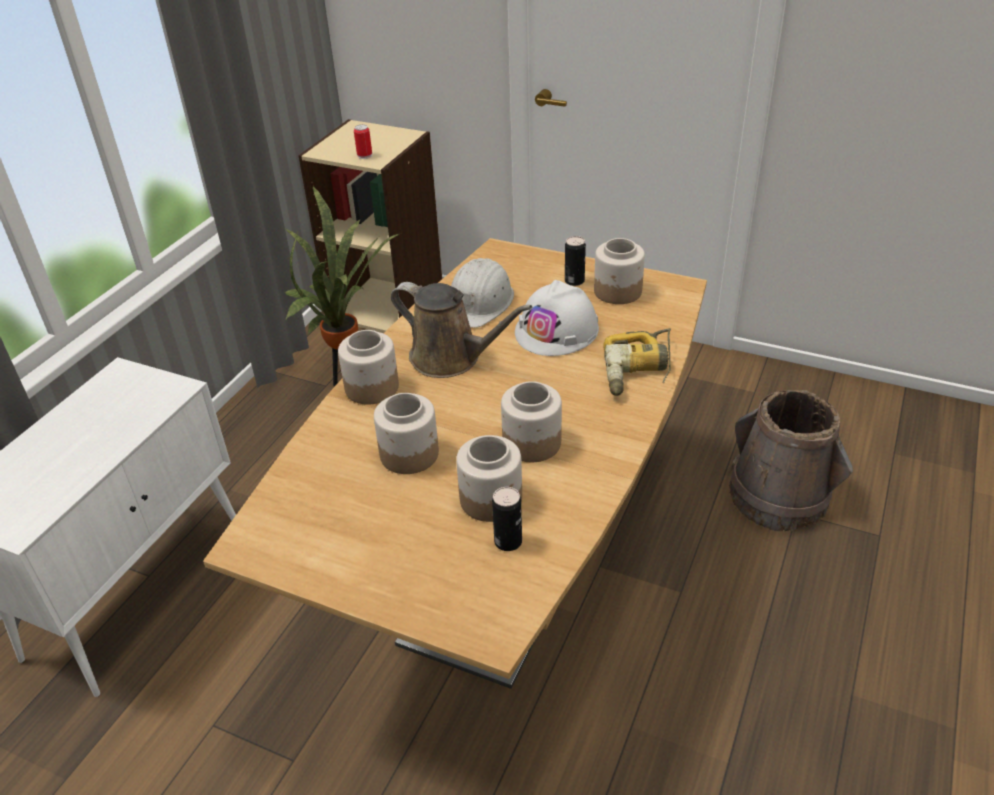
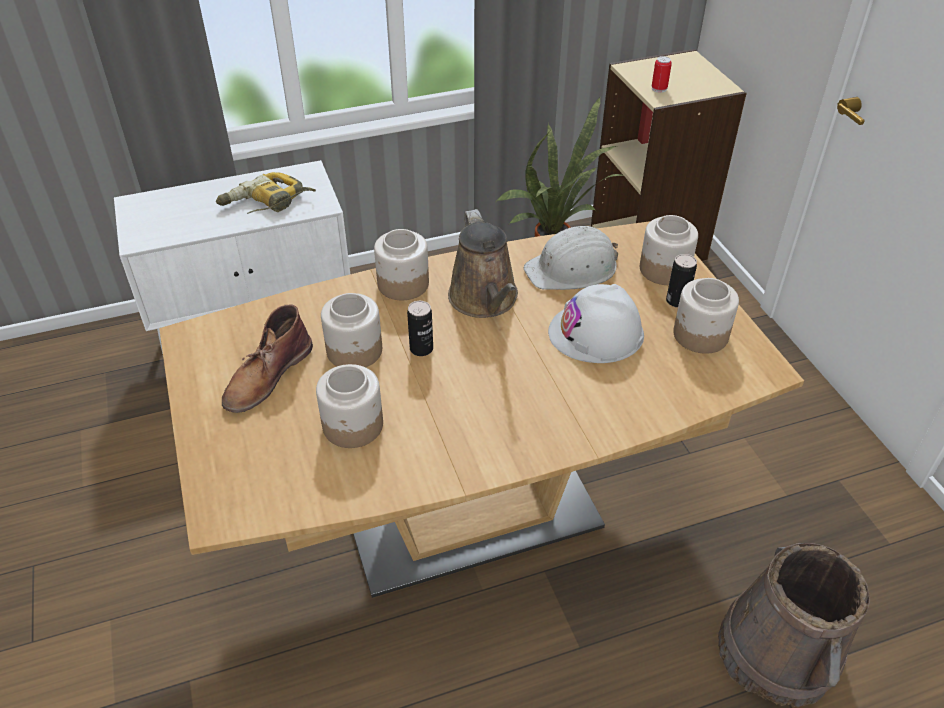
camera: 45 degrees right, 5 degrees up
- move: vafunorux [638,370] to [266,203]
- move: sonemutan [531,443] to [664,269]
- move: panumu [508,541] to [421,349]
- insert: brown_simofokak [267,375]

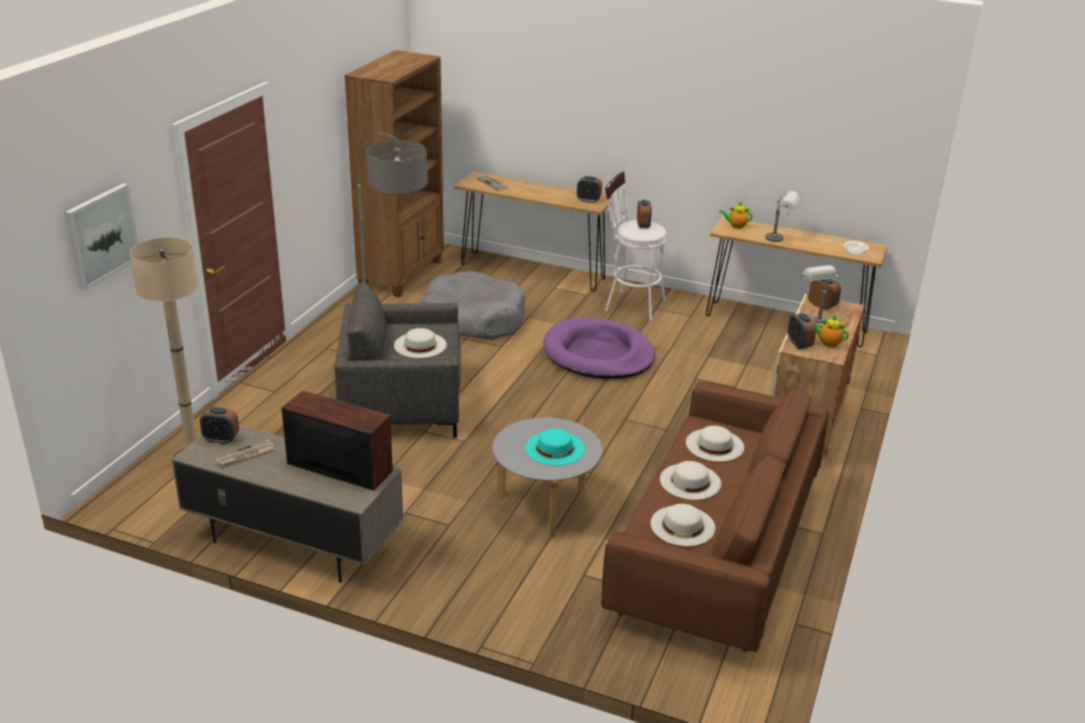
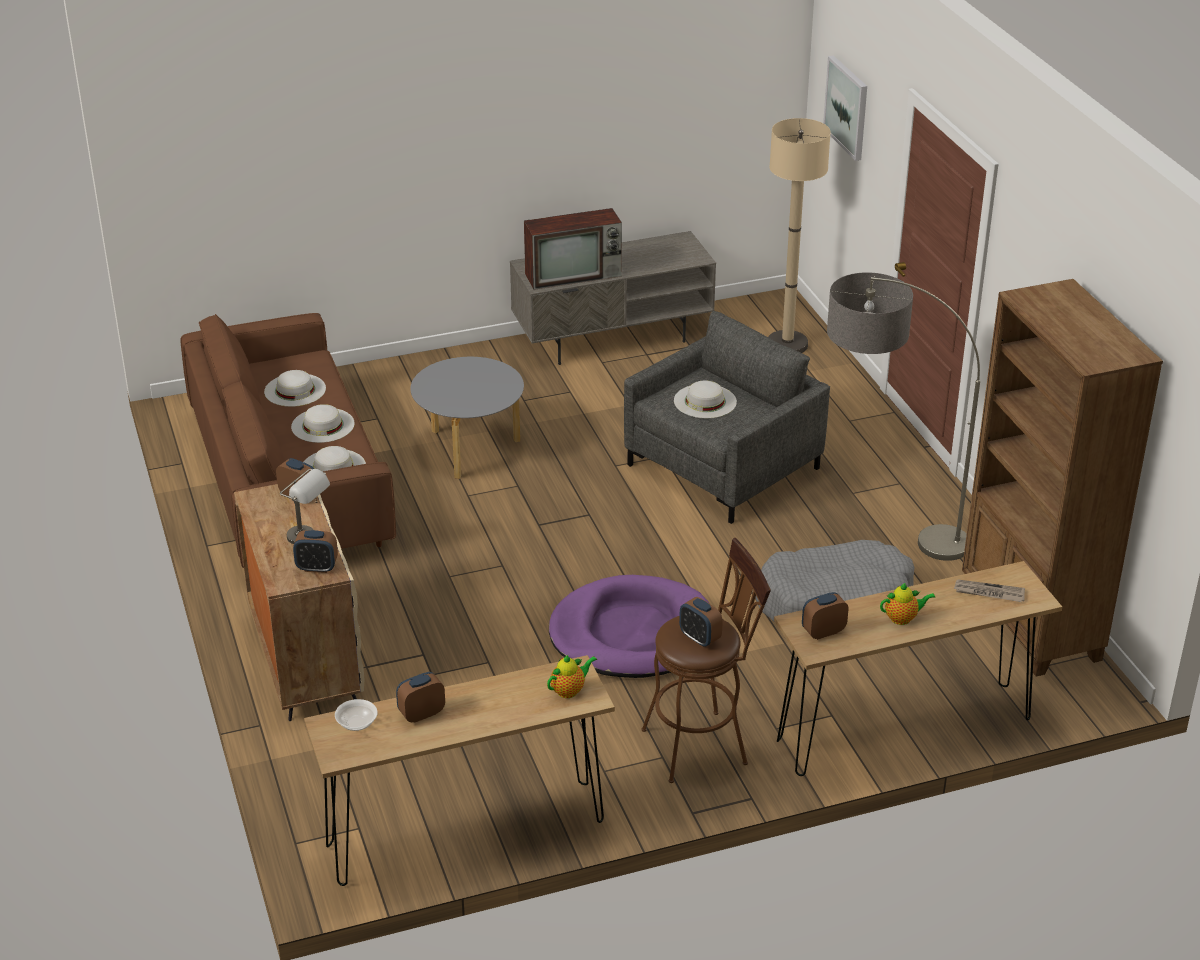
camera: 140 degrees right, 5 degrees up
- recolor: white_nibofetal [630,304] to brown_nibofetal [703,744]
- delete: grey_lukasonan [780,239]
- move: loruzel [827,343] to [903,618]
- move: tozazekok [221,439] to [421,713]
- delete: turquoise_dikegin [555,448]
- delete: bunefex [245,455]

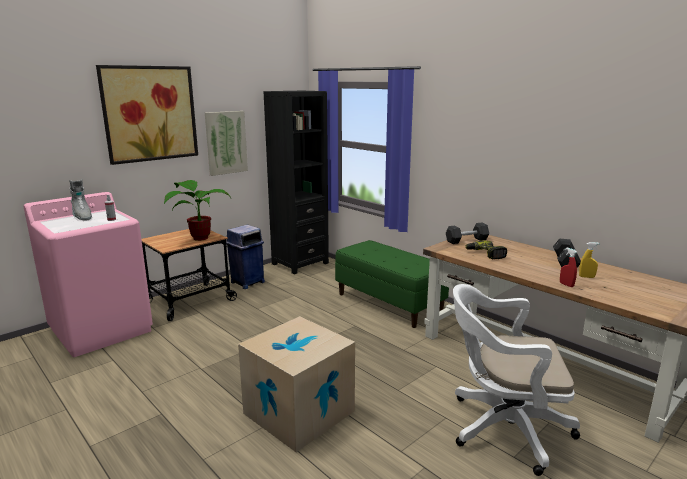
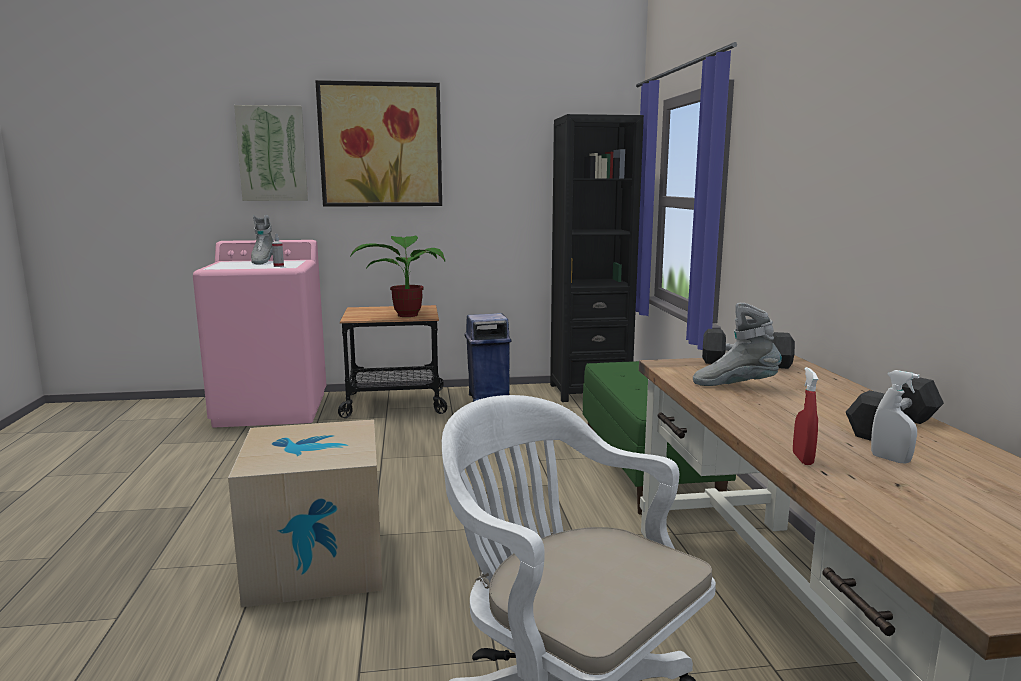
camera: 35 degrees right, 5 degrees down
- move: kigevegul [226,142] to [272,154]
- replace: vafunorux [485,254] to grey_simofokak [734,385]
- recolor: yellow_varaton [586,277] to white_varaton [890,459]

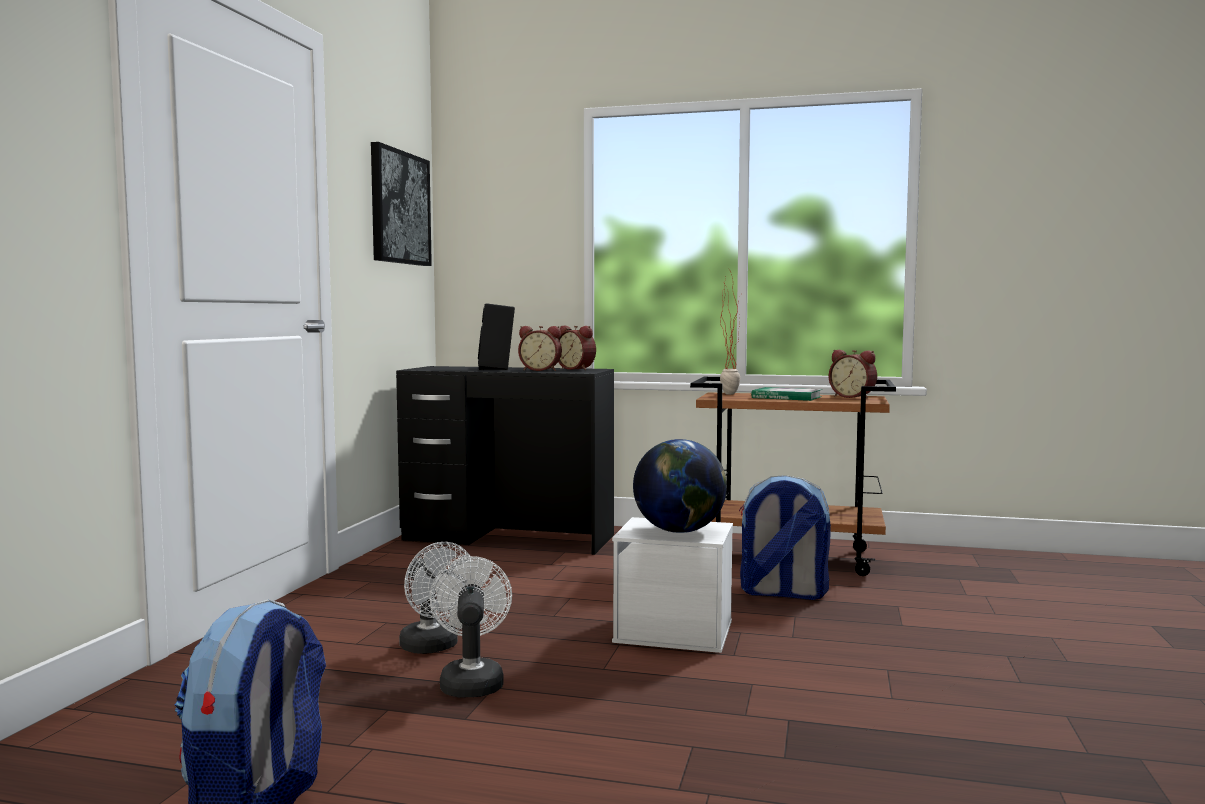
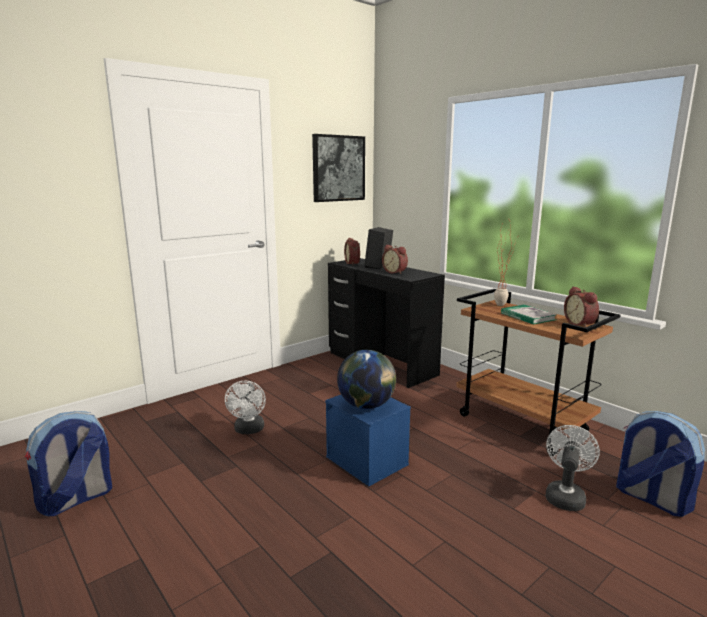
camera: 35 degrees right, 10 degrees up
- move: tozazekok [577,369] to [353,263]
- move: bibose [782,593] to [650,498]
- recolor: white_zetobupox [675,631] to blue_zetobupox [368,461]
- move: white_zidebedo [471,681] to [565,495]

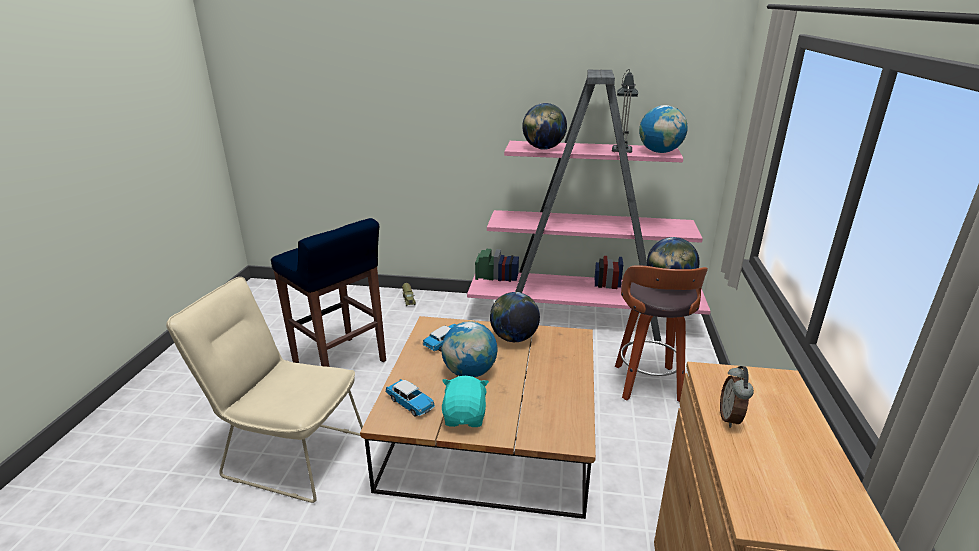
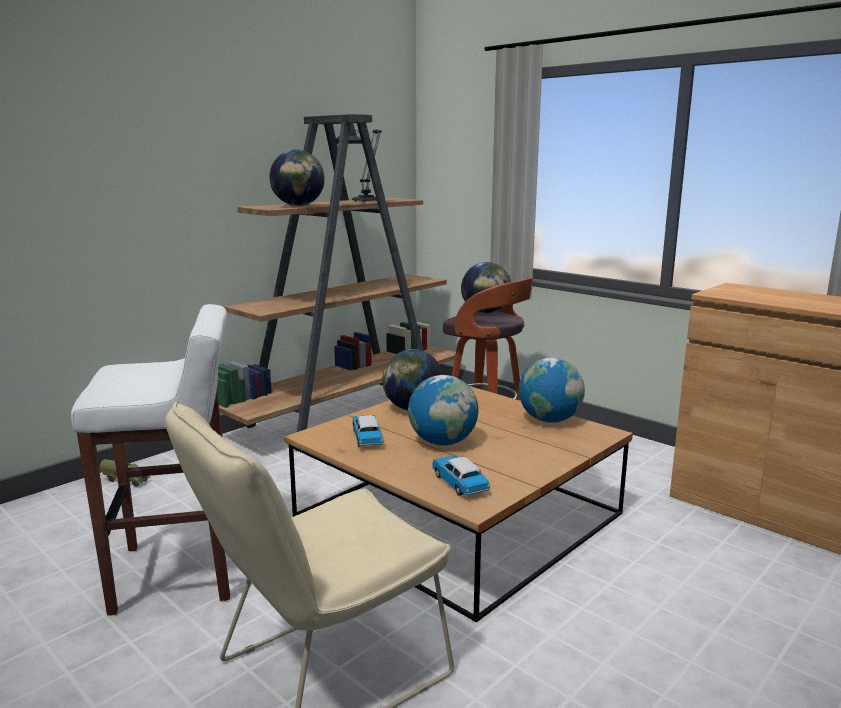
camera: 55 degrees left, 10 degrees down
- recolor: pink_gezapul [583,317] to brown_gezapul [348,412]
- move: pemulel [660,152] to [549,420]
- recolor: blue_nibofetal [340,364] to white_nibofetal [179,573]
- delete: tozazekok [731,418]
- delete: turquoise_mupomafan [465,417]
- rotate: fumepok [410,403] = [459,484] 105 degrees counterclockwise

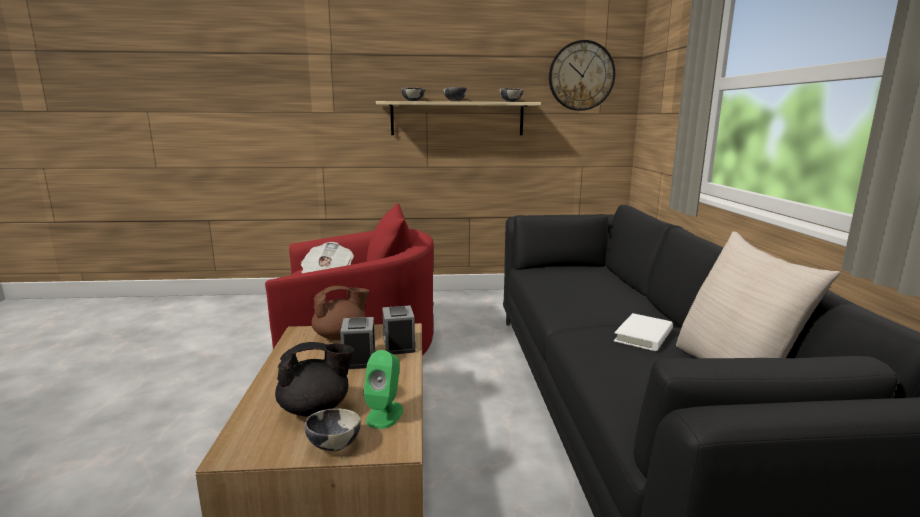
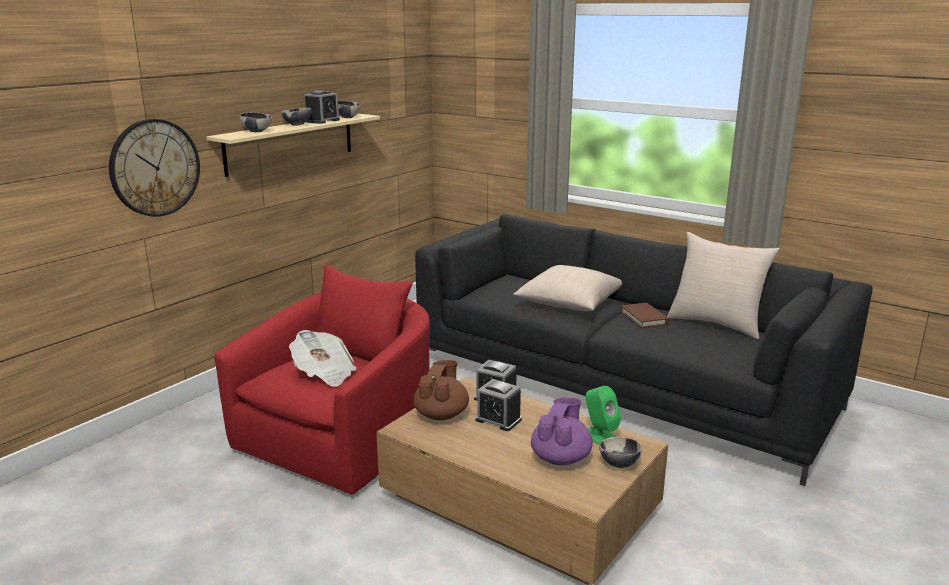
camera: 50 degrees left, 5 degrees up
- move: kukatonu [581,76] to [155,168]
- recolor: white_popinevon [643,336] to brown_popinevon [644,318]
- recolor: black_loruzel [316,409] to purple_loruzel [561,458]
- insert: tozazekok [322,121]
- insert: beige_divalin [569,303]

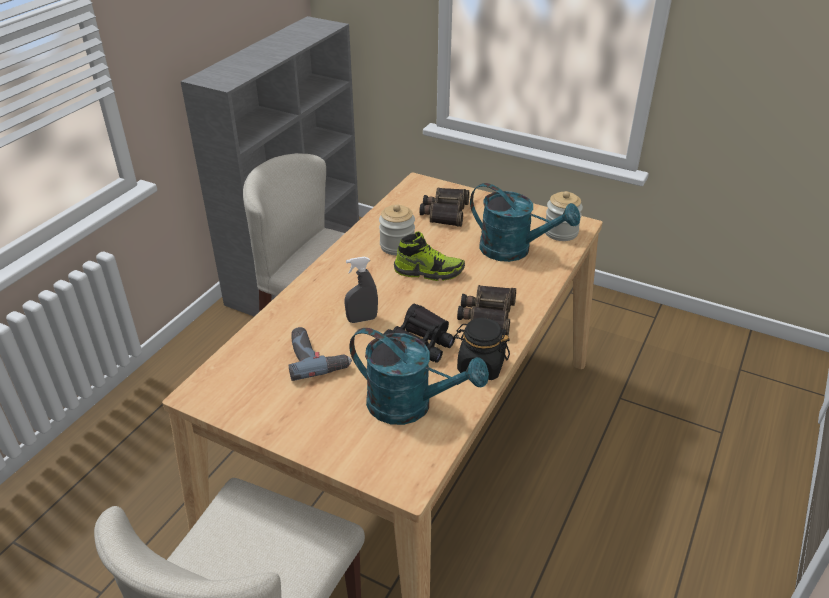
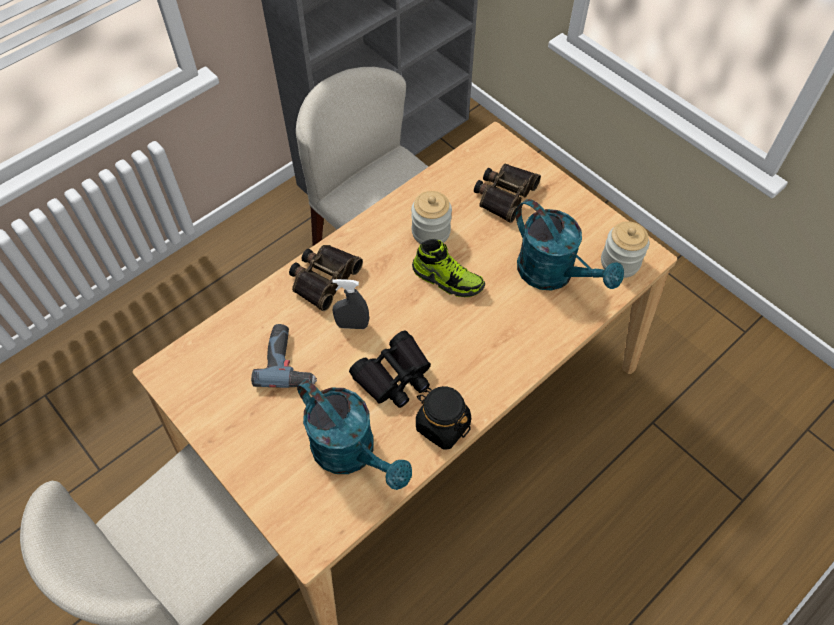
camera: 20 degrees right, 20 degrees up
- move: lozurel [487,315] to [323,278]

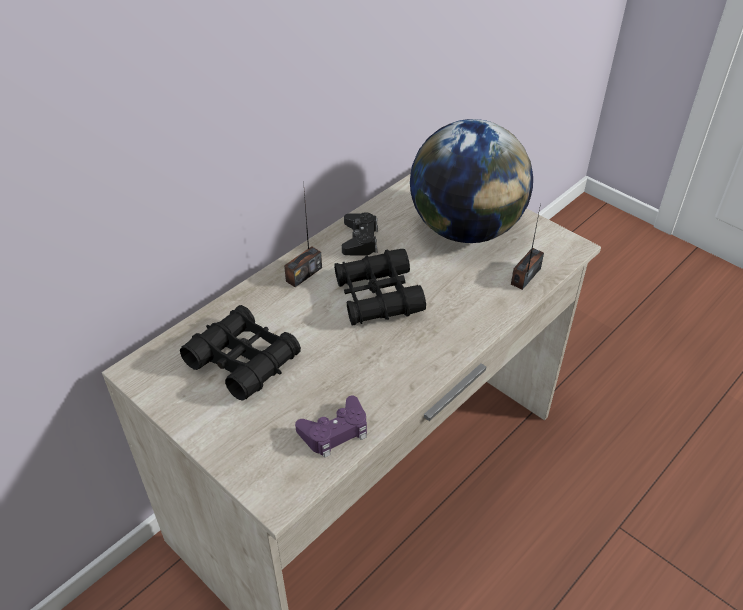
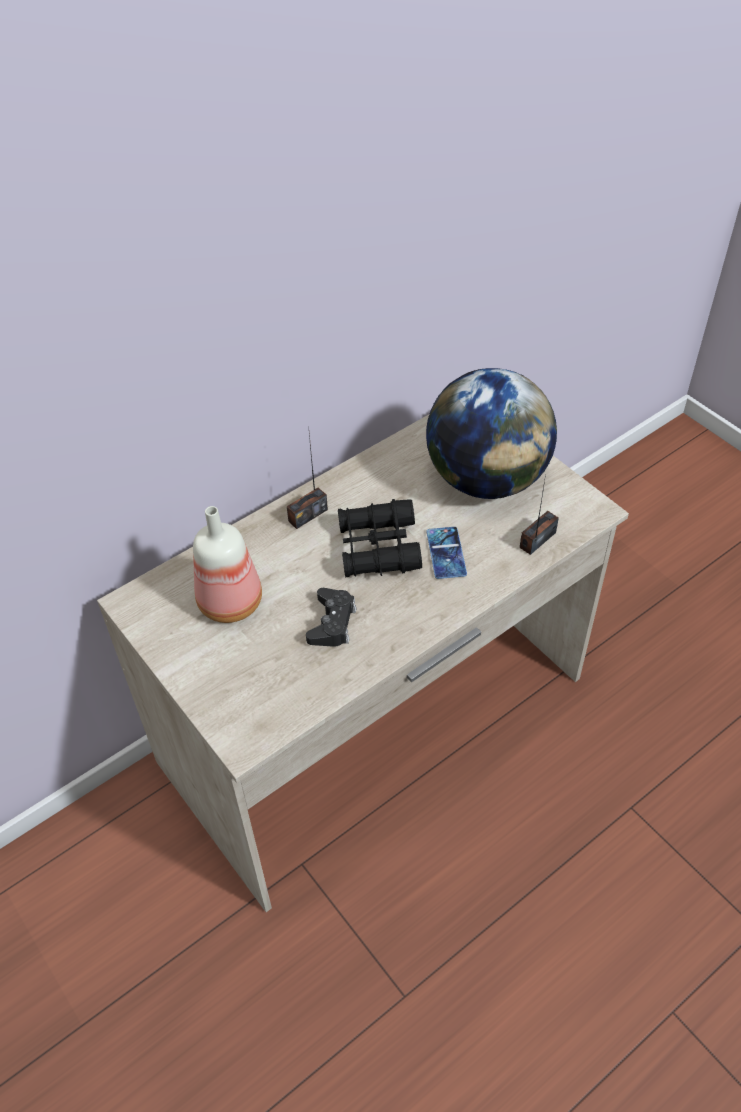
camera: 10 degrees right, 5 degrees up
- move: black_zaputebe [360,240] to [332,623]
- replace: black_lozurel [243,360] to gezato [232,602]
- delete: purple_zaputebe [335,431]
- insert: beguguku [446,553]

